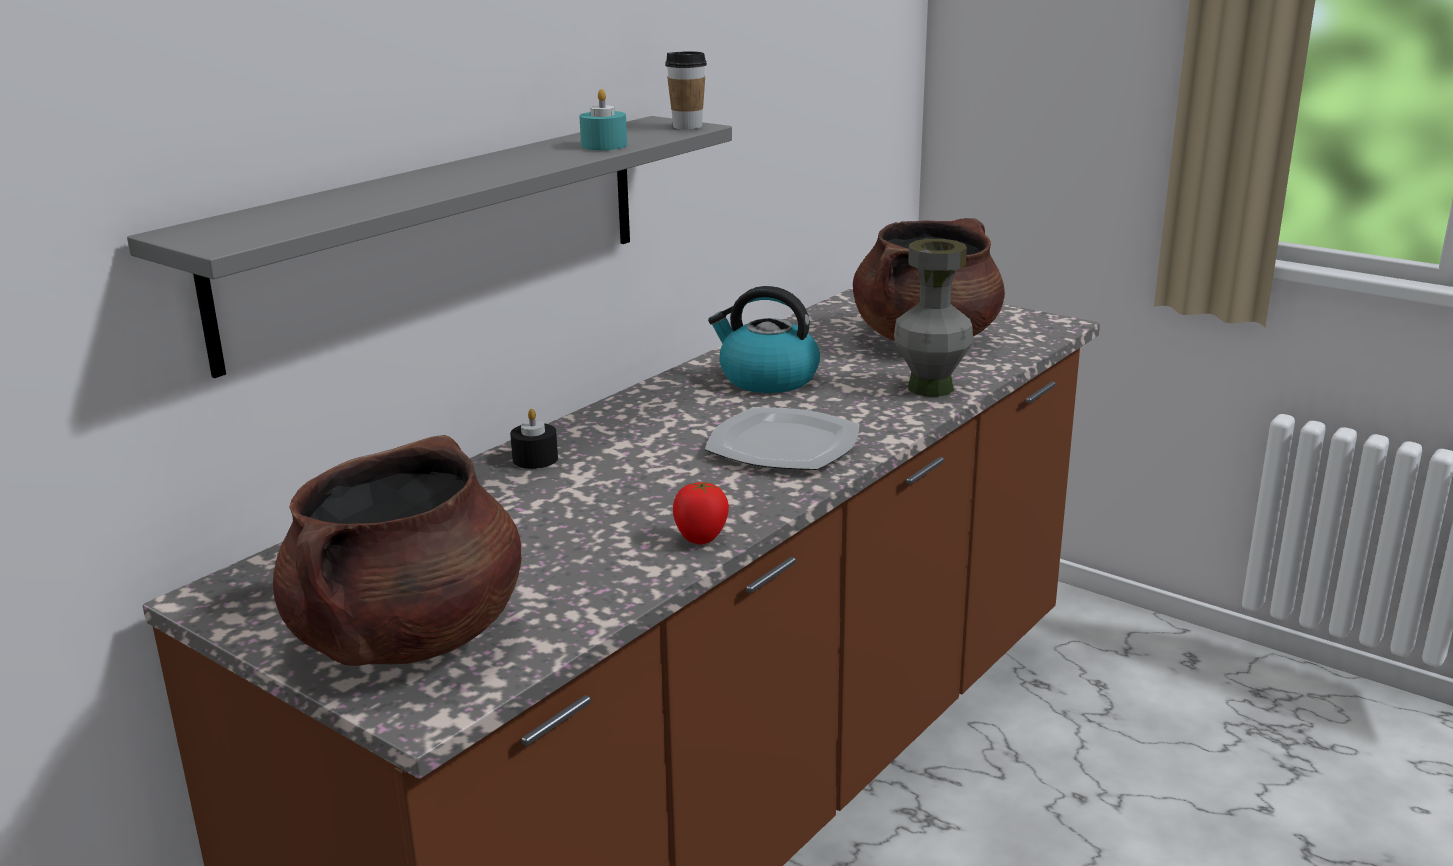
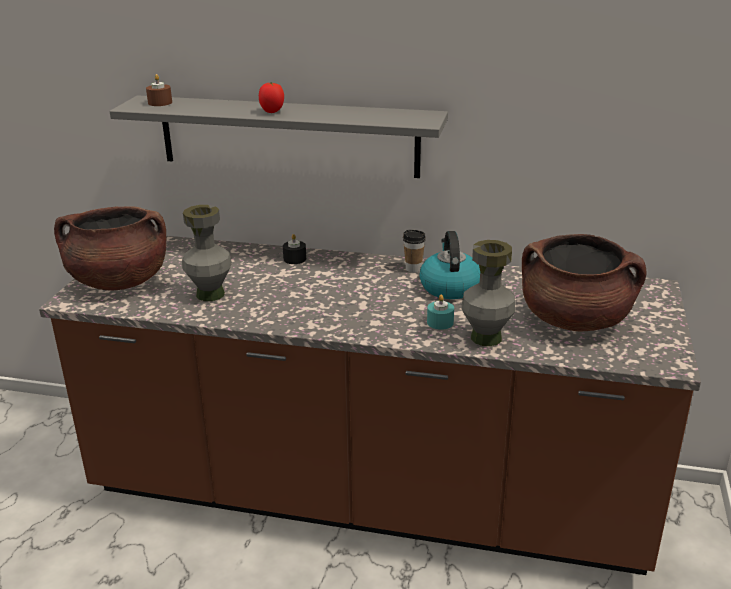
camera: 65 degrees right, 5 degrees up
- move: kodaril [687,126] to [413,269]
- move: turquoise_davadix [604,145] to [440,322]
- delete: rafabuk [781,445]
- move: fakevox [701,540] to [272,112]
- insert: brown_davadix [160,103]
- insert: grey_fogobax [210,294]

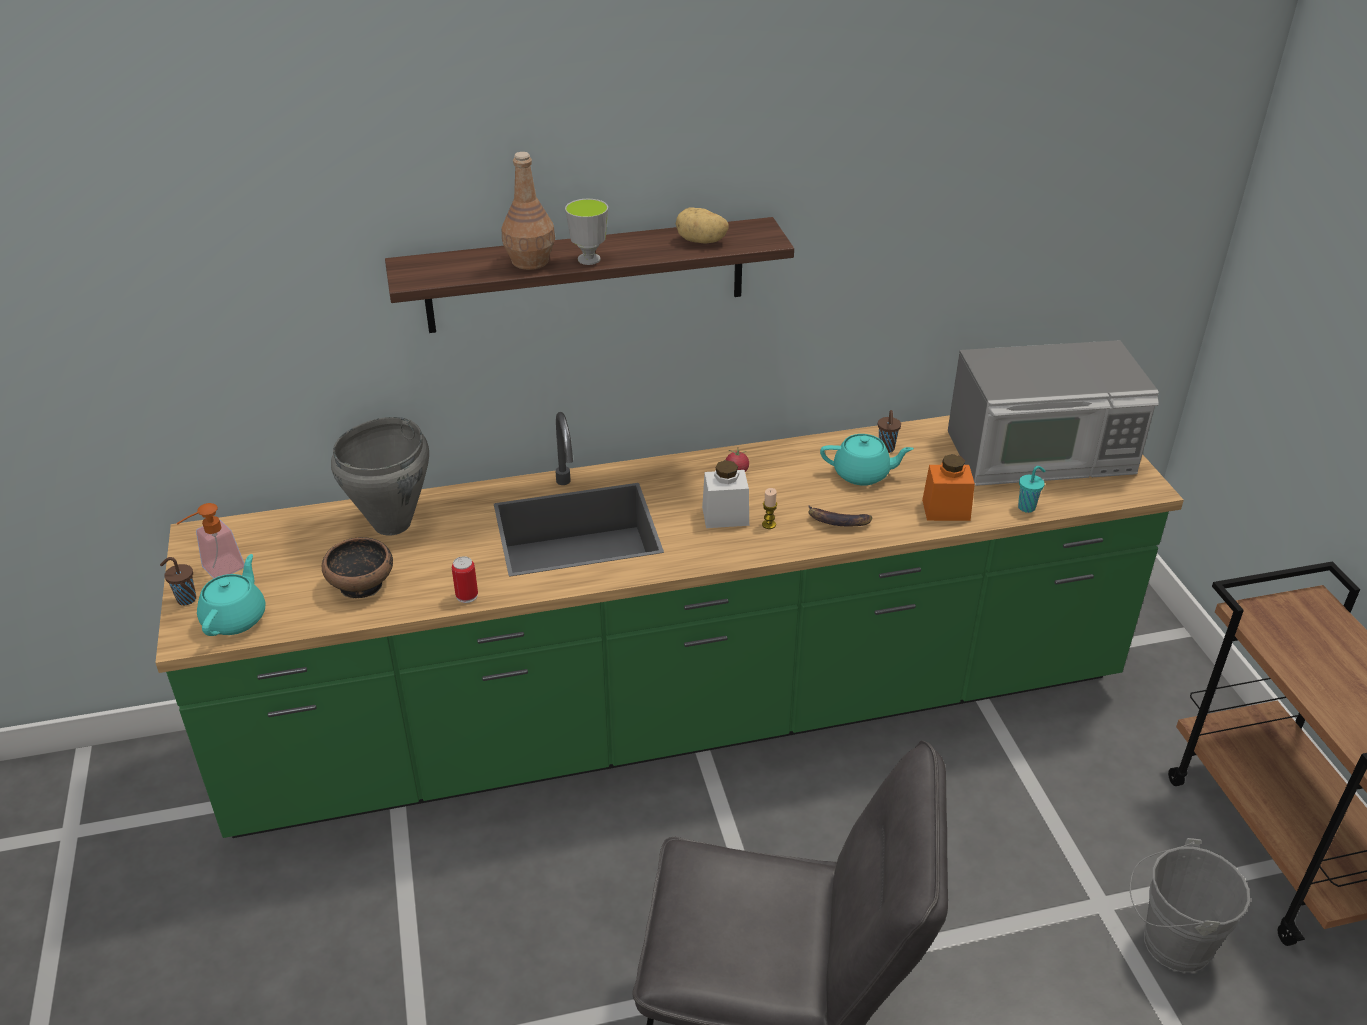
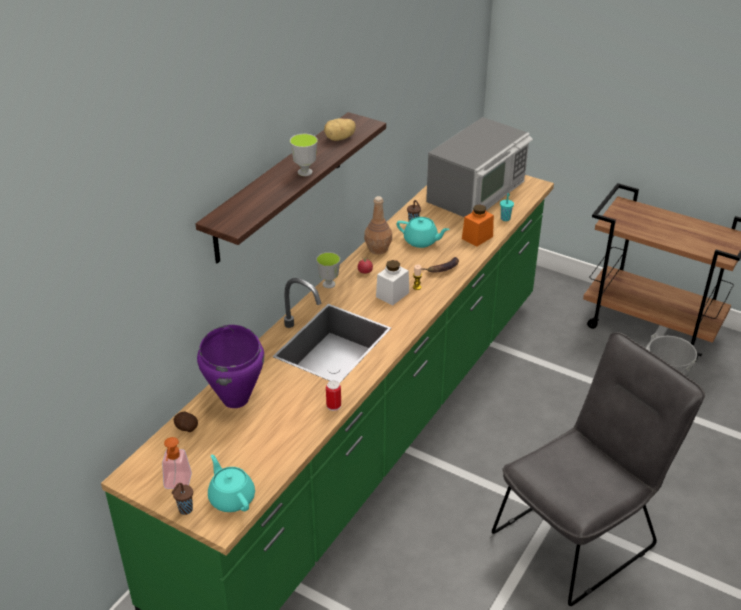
camera: 45 degrees left, 0 degrees up
- move: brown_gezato [530,261] to [377,249]
- recolor: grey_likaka [393,524] to purple_likaka [236,399]
- rotate: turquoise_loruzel [862,474] = [421,241] 60 degrees clockwise
- delete: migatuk [362,584]
- insert: kodaril [329,284]
- insert: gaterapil [186,428]

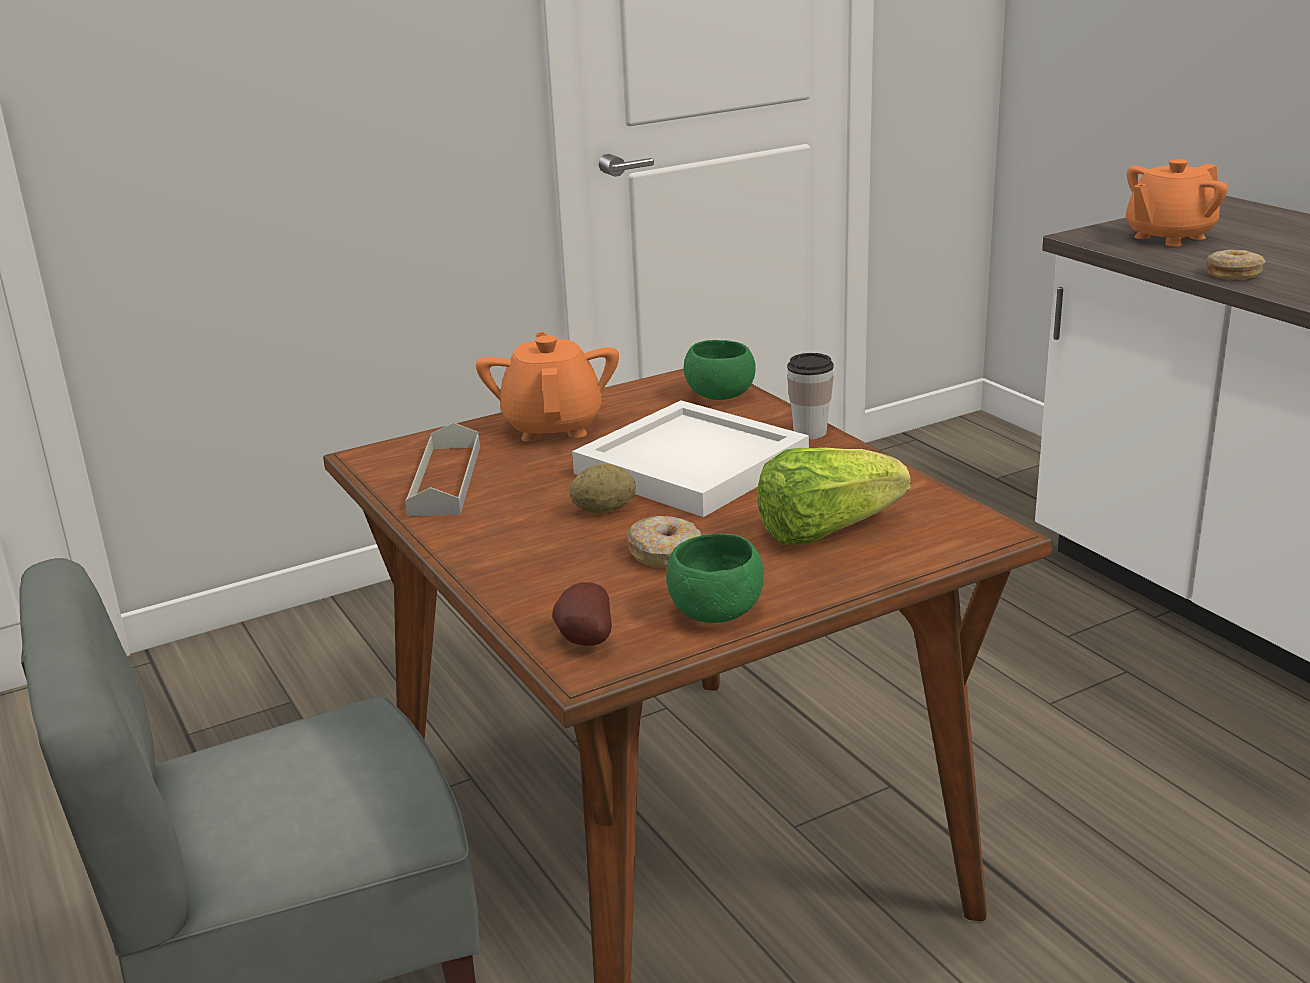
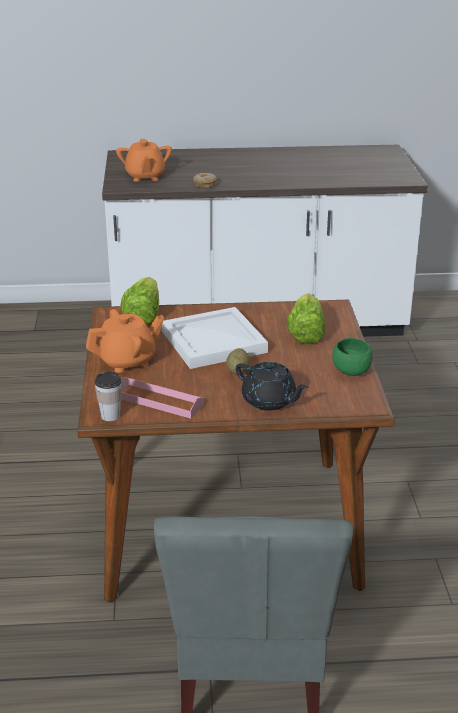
camera: 65 degrees left, 5 degrees up
- rotate: orange_loruzel [553,426] = [127,361] 135 degrees clockwise
- replace: green_migatuk [720,395] to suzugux [143,315]
- move: kodaril [810,432] to [110,416]
- recolor: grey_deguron [445,479] to pink_deguron [158,401]
- delete: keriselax [666,554]
- delete: gaterapil [583,639]
- insert: black_loruzel [269,401]

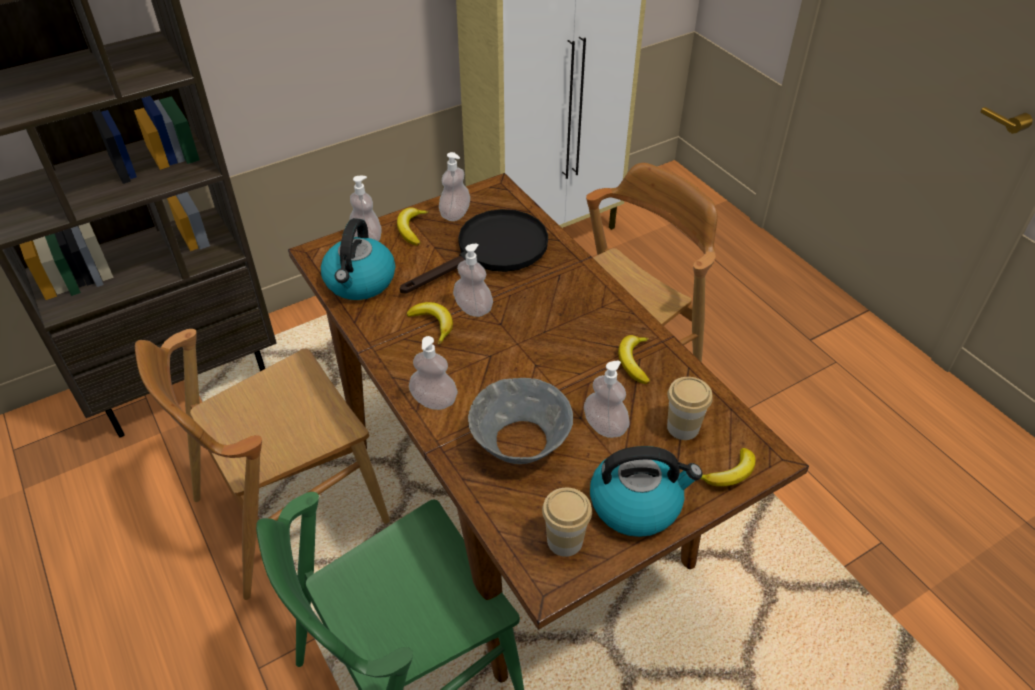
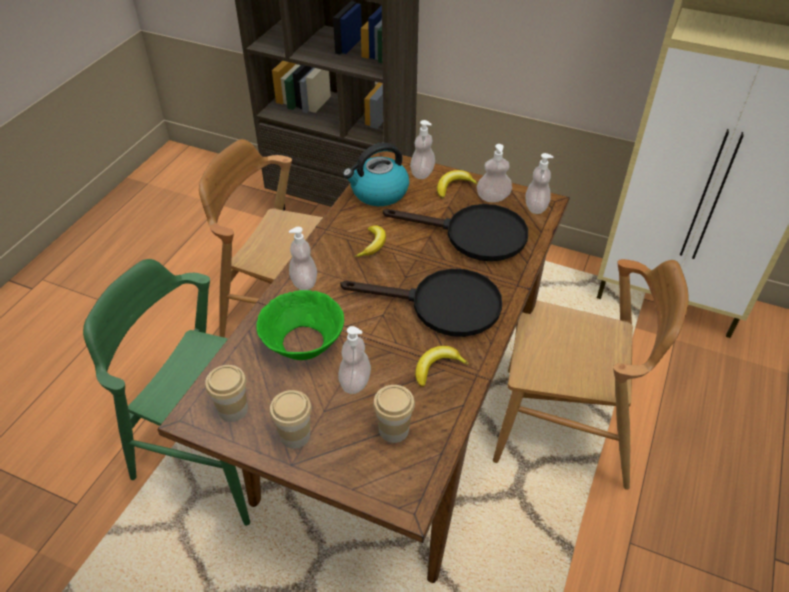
camera: 55 degrees right, 0 degrees up
- move: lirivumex [473,308] to [536,207]
- recolor: grey_migatuk [520,441] to green_migatuk [303,342]
- replace: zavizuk [637,503] to kodaril [295,435]
- delete: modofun [728,474]
- insert: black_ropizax [442,305]

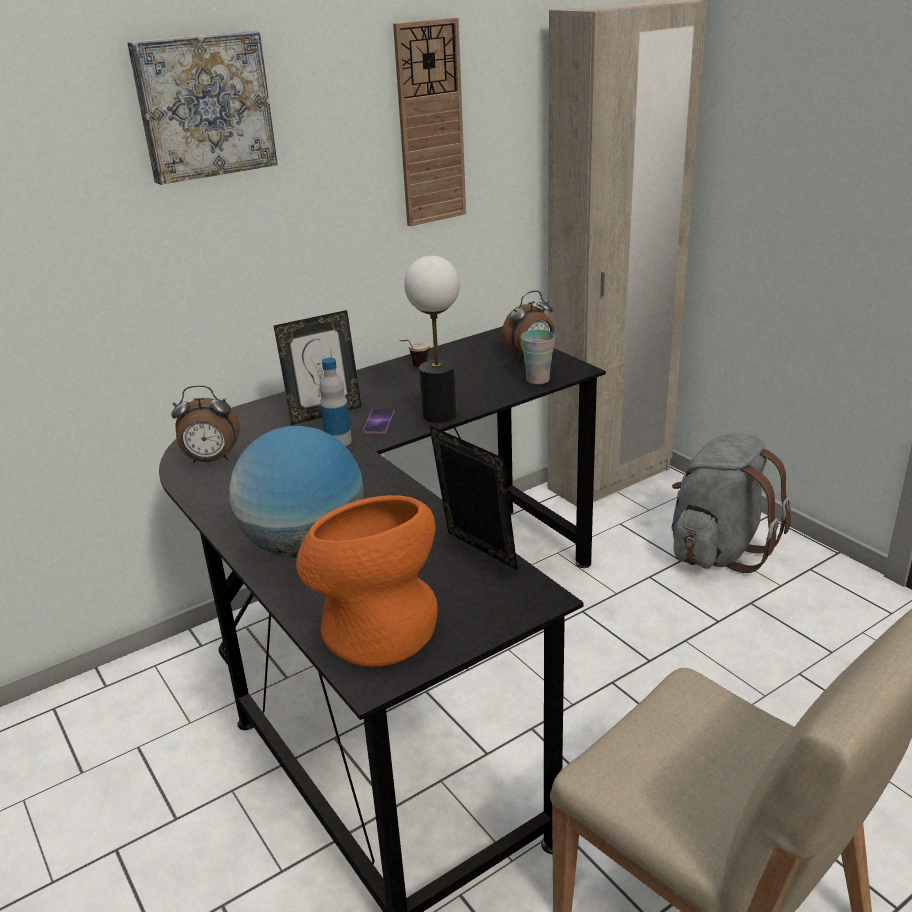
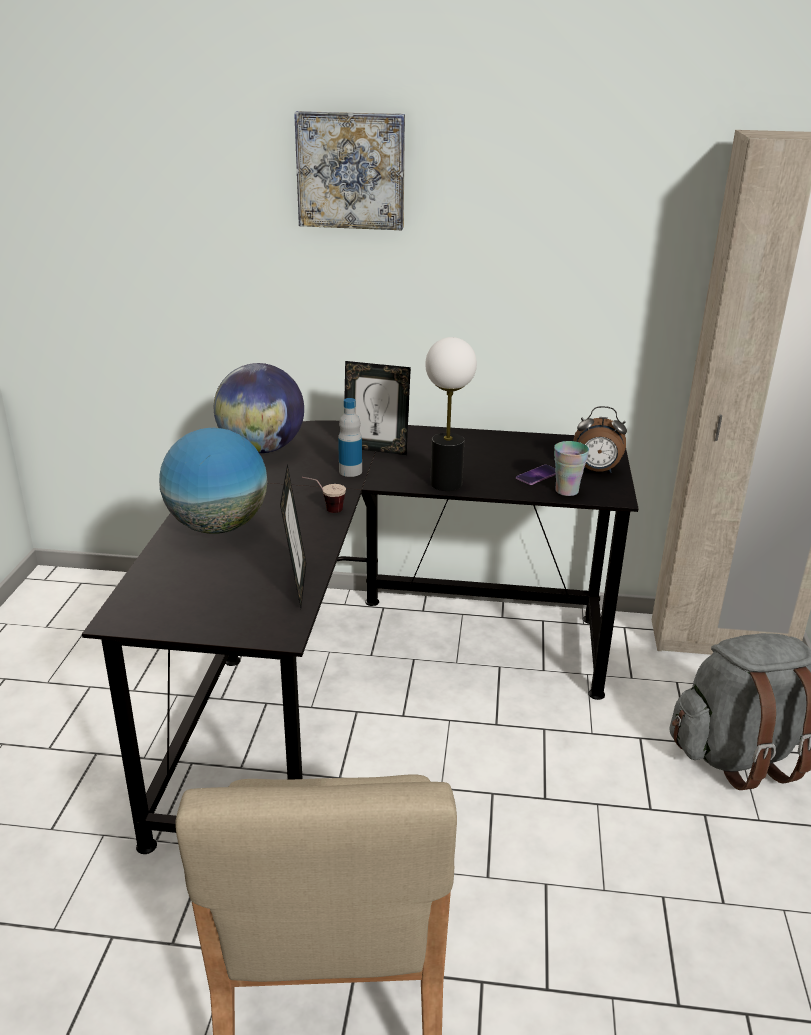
camera: 40 degrees right, 0 degrees up
- delete: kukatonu [430,124]
- move: kodaril [414,367] to [324,510]
- replace: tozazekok [211,460] to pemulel [262,449]
- move: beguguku [379,421] to [538,475]
- delete: orange_fogobax [374,626]

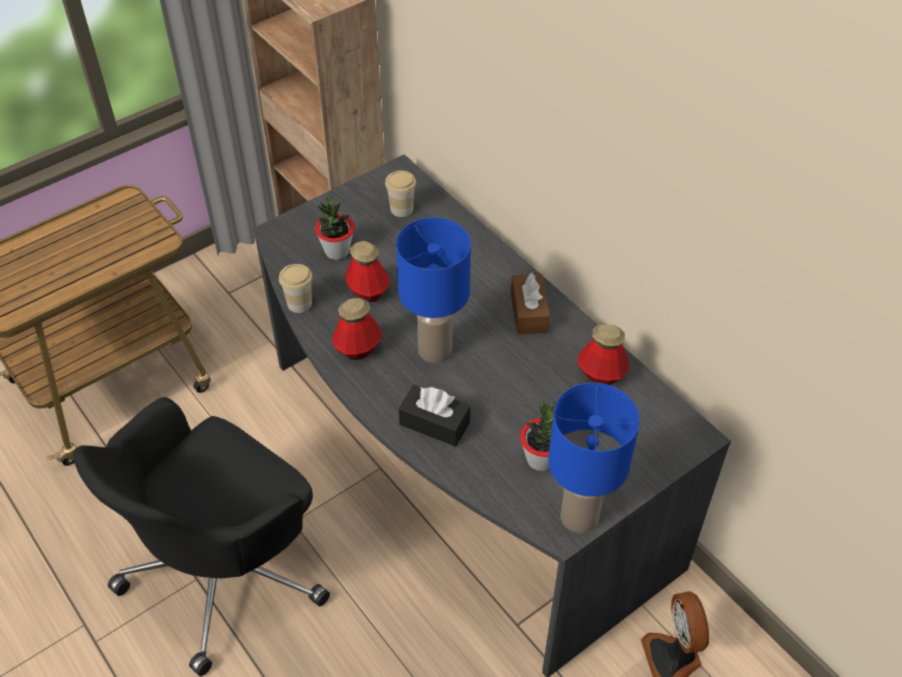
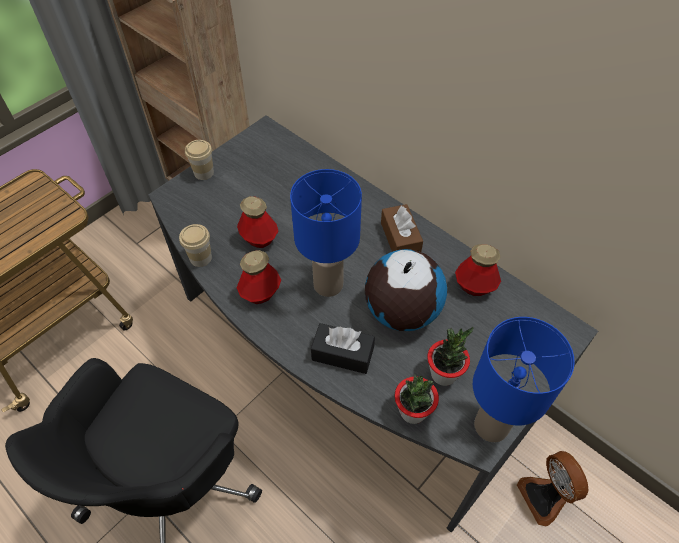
camera: 10 degrees left, 5 degrees up
- move: kodaril [401,209] to [204,173]
- move: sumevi [337,251] to [412,411]
- insert: pemulel [401,312]

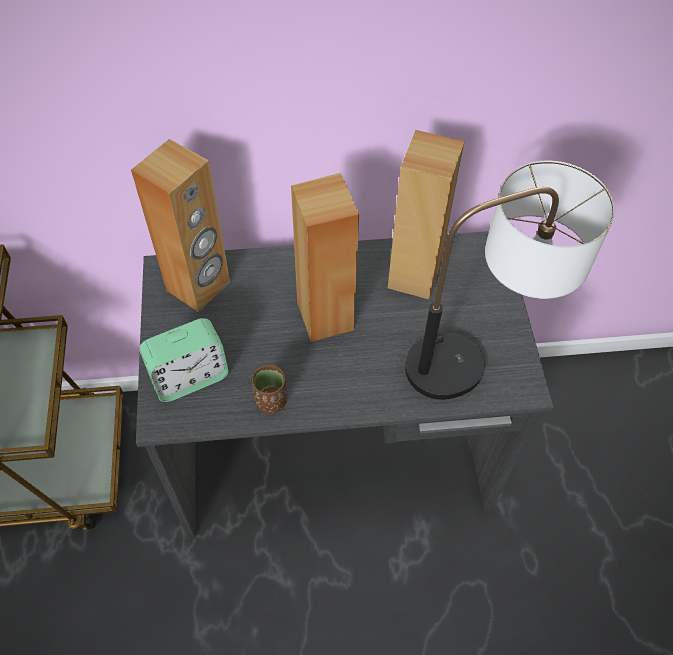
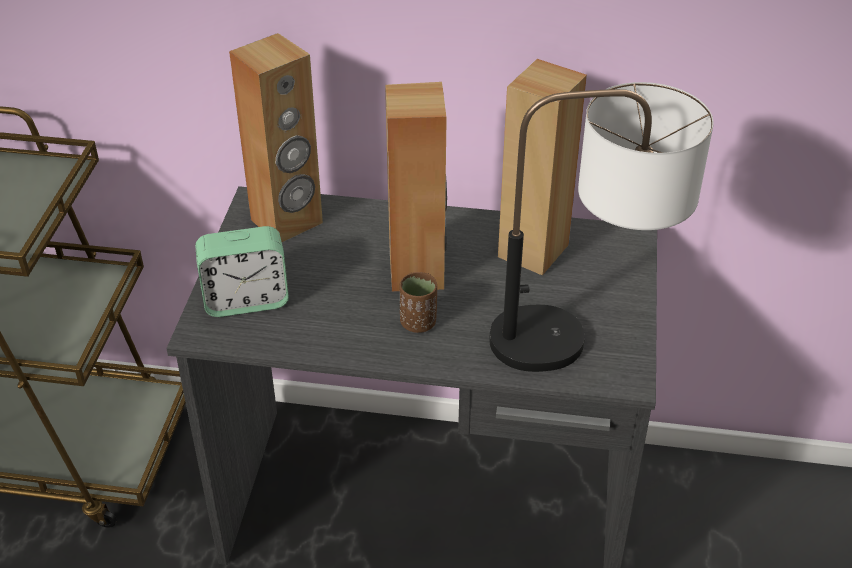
camera: 15 degrees right, 15 degrees down
- move: brown_kodaril [271,401] to [418,323]

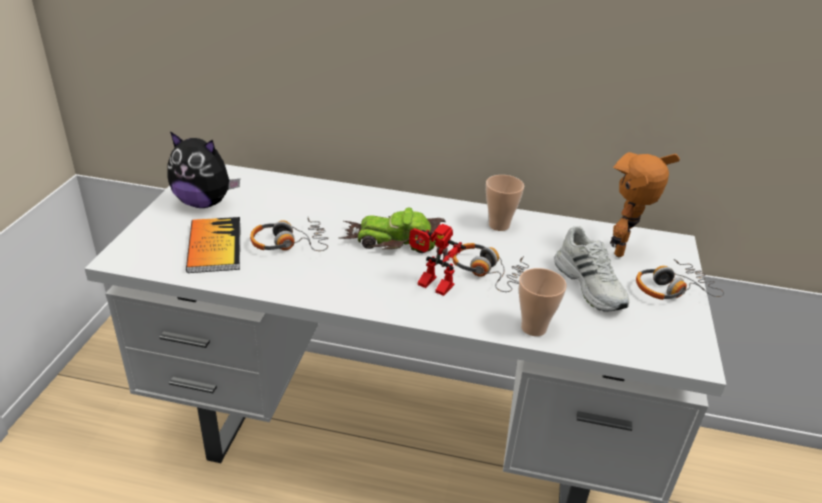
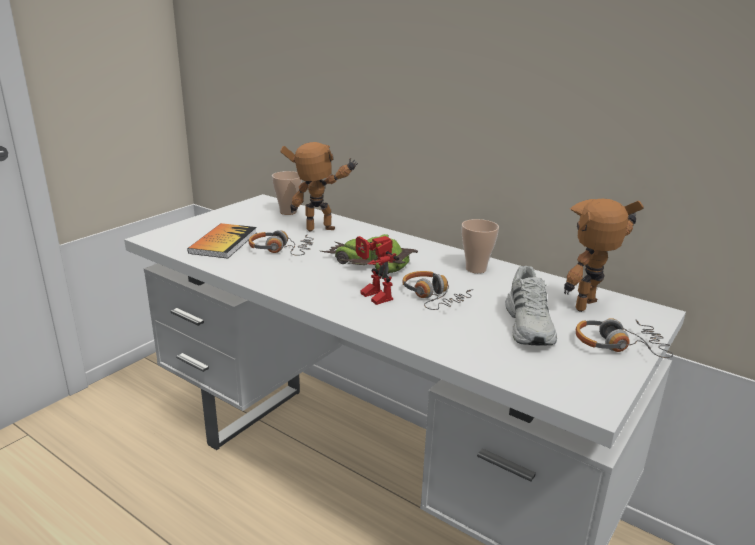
camera: 25 degrees right, 10 degrees down
- delete: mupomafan [204,203]
- move: kodaril [533,328] to [288,212]
- insert: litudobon [321,231]

